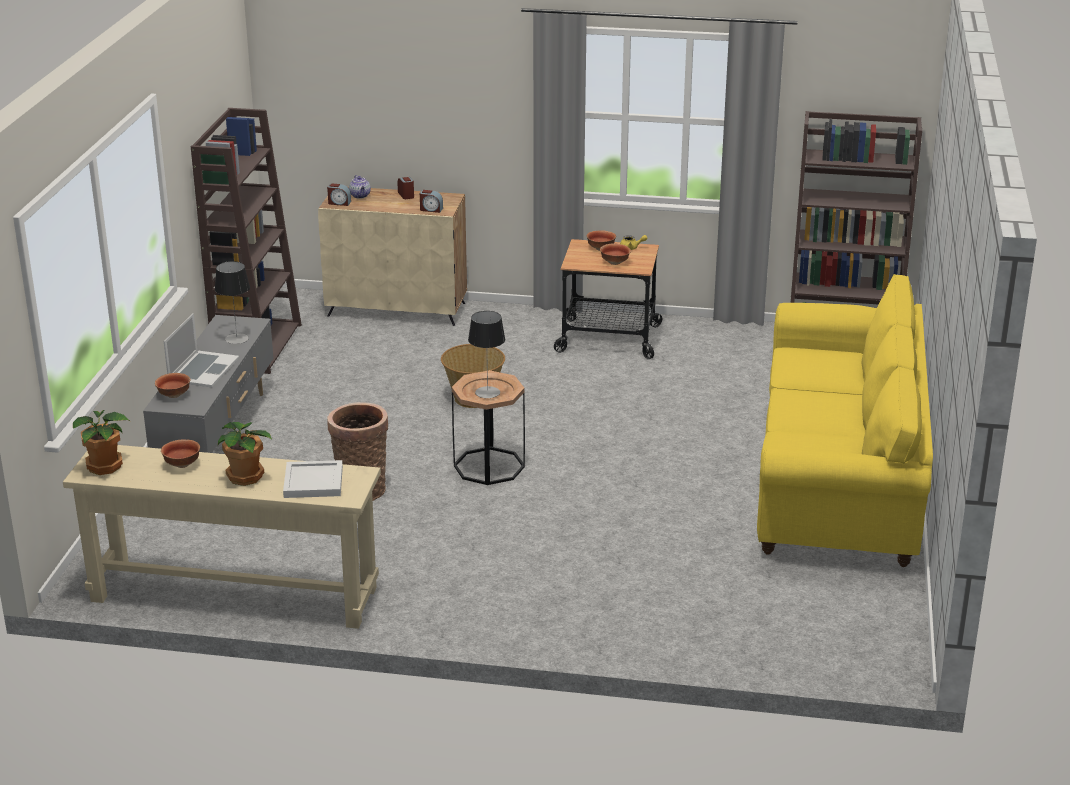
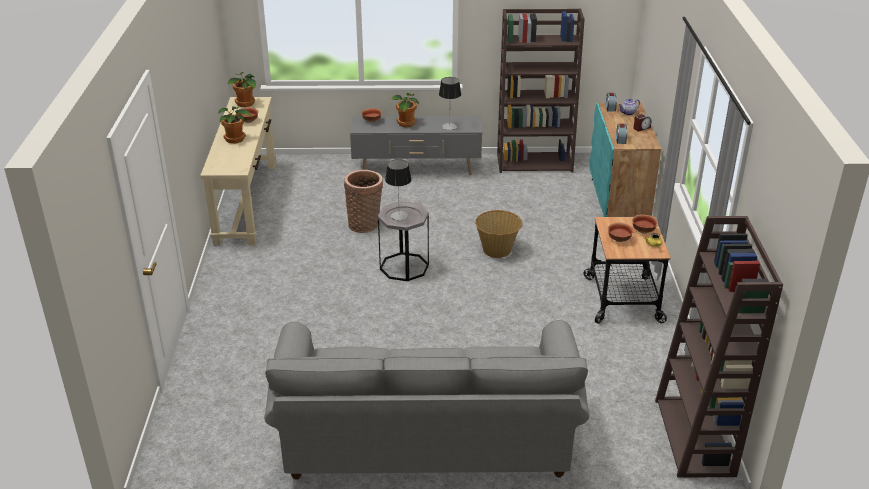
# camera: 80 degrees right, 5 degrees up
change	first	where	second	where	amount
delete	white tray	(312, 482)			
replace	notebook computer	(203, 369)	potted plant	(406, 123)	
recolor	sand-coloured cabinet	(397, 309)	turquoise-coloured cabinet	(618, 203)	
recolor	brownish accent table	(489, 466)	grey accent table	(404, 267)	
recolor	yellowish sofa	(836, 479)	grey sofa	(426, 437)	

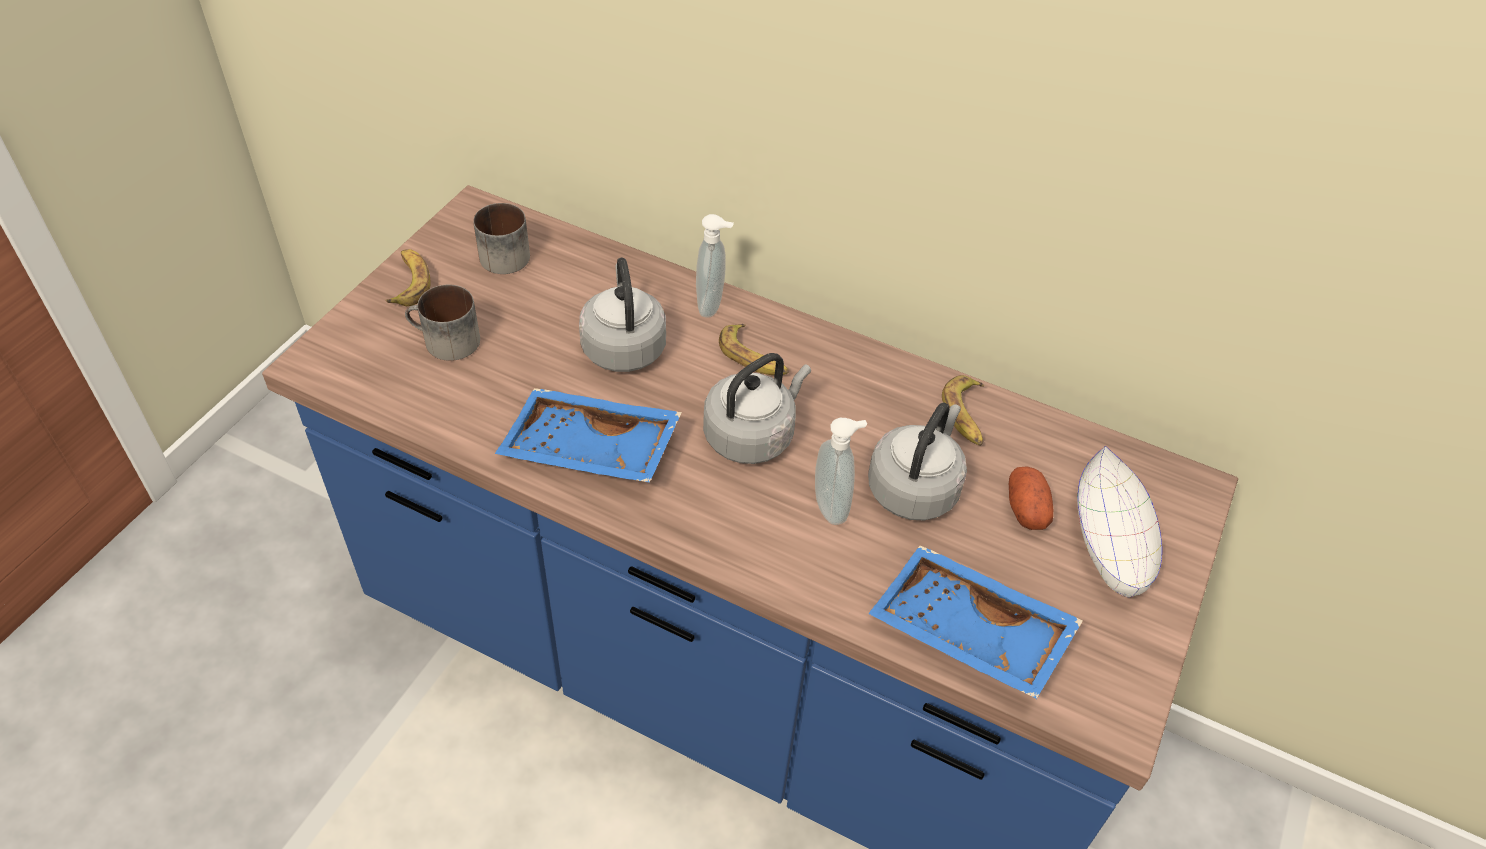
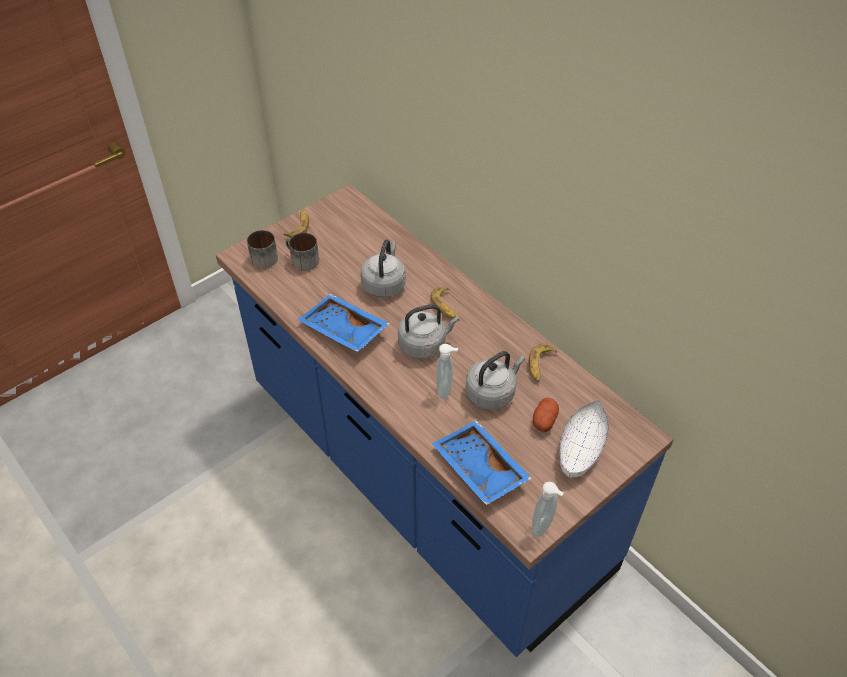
# camera: 25 degrees right, 0 degrees up
change	first	where	second	where	amount
move	mug	(498, 255)		(262, 256)	
move	soap dispenser	(712, 305)		(543, 526)	

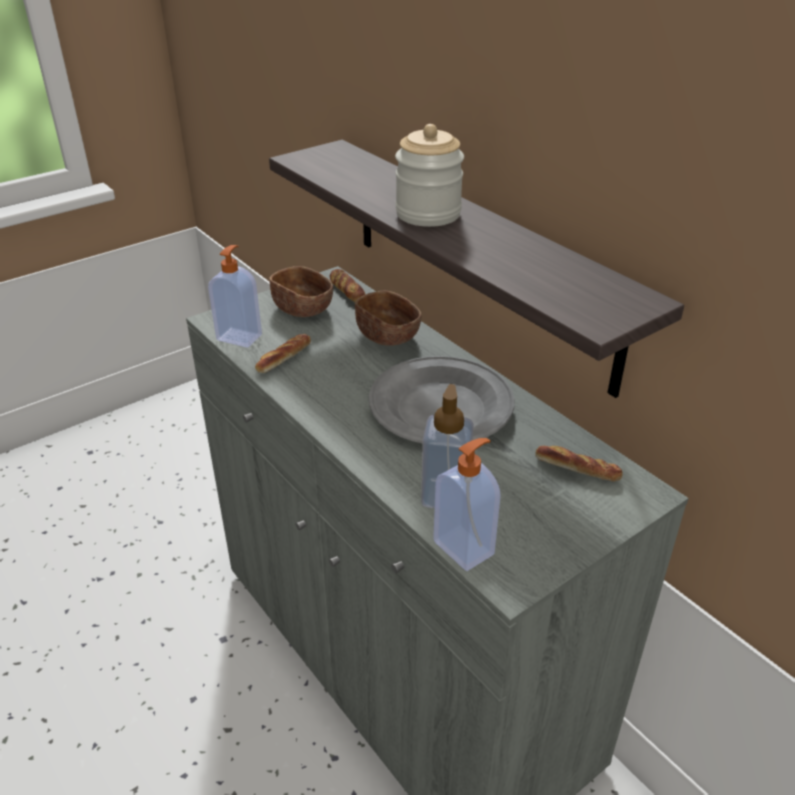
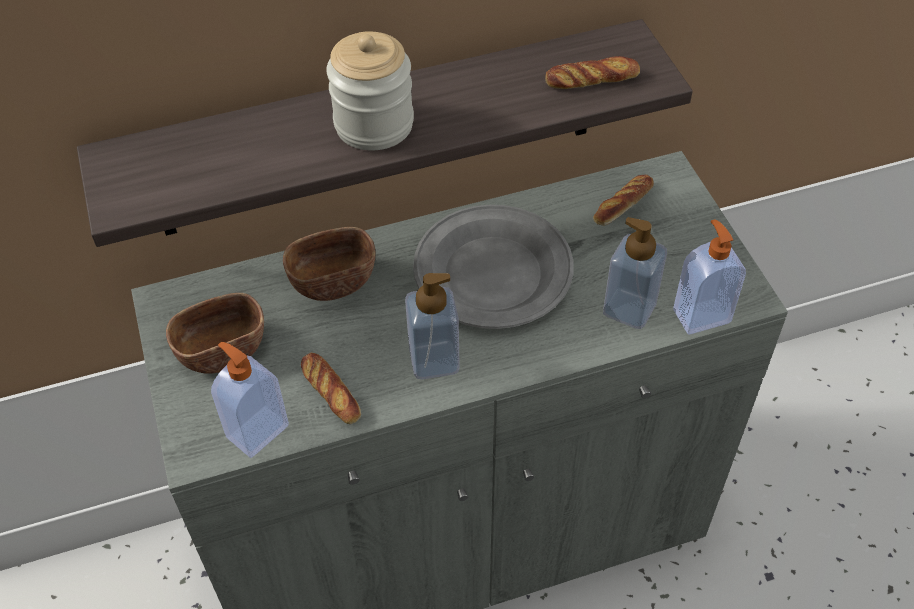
# camera: 70 degrees left, 15 degrees up
change	first	where	second	where	amount
insert			soap dispenser	(434, 360)	
move	baked bread	(347, 290)		(591, 79)	

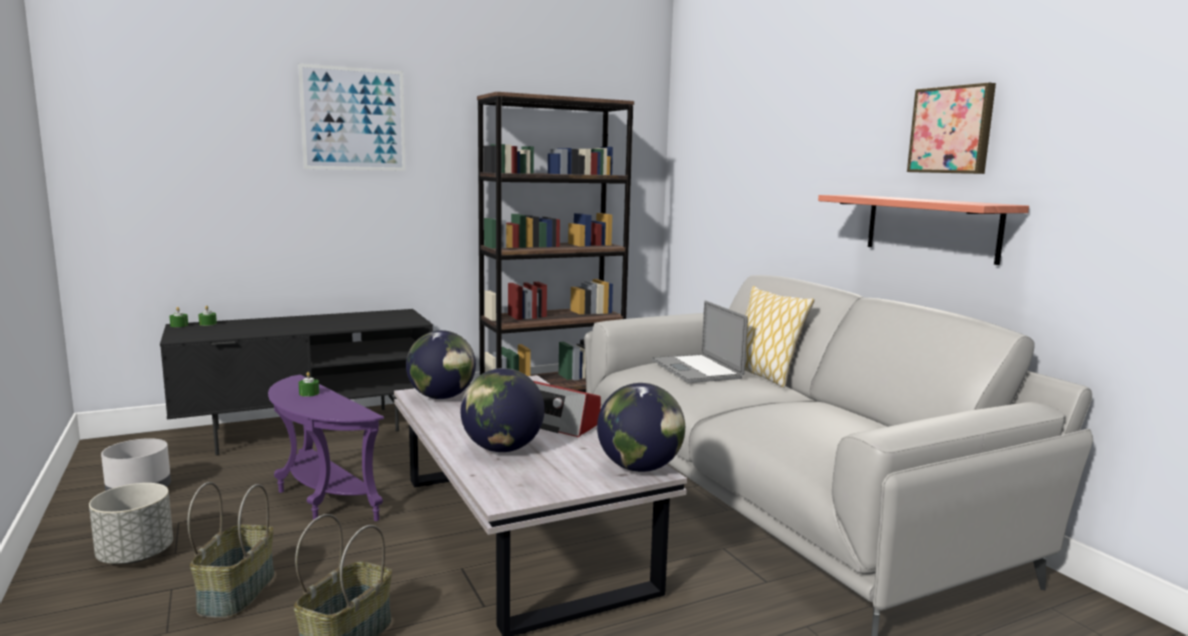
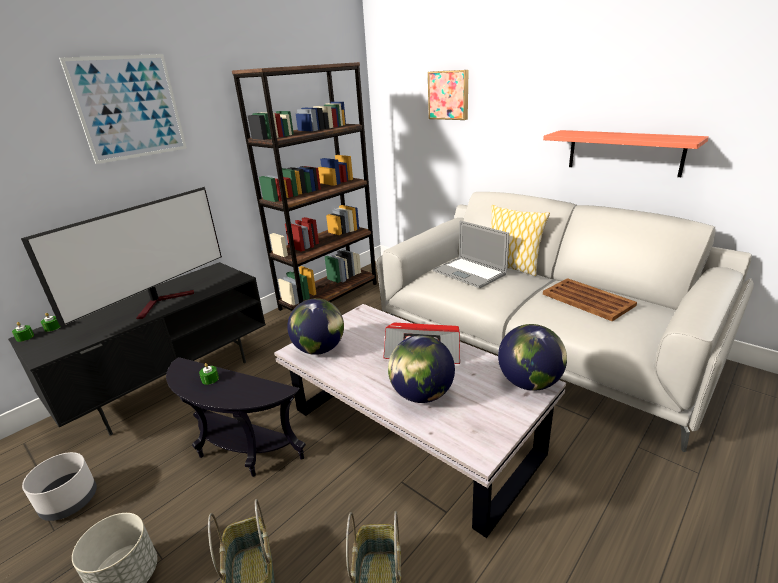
# camera: 20 degrees left, 15 degrees up
change	first	where	second	where	amount
insert			television	(162, 302)	
insert			brownish tray	(587, 299)	
move	picture	(952, 130)		(449, 95)	
recolor	purplish accent table	(320, 498)	blackish accent table	(239, 451)	

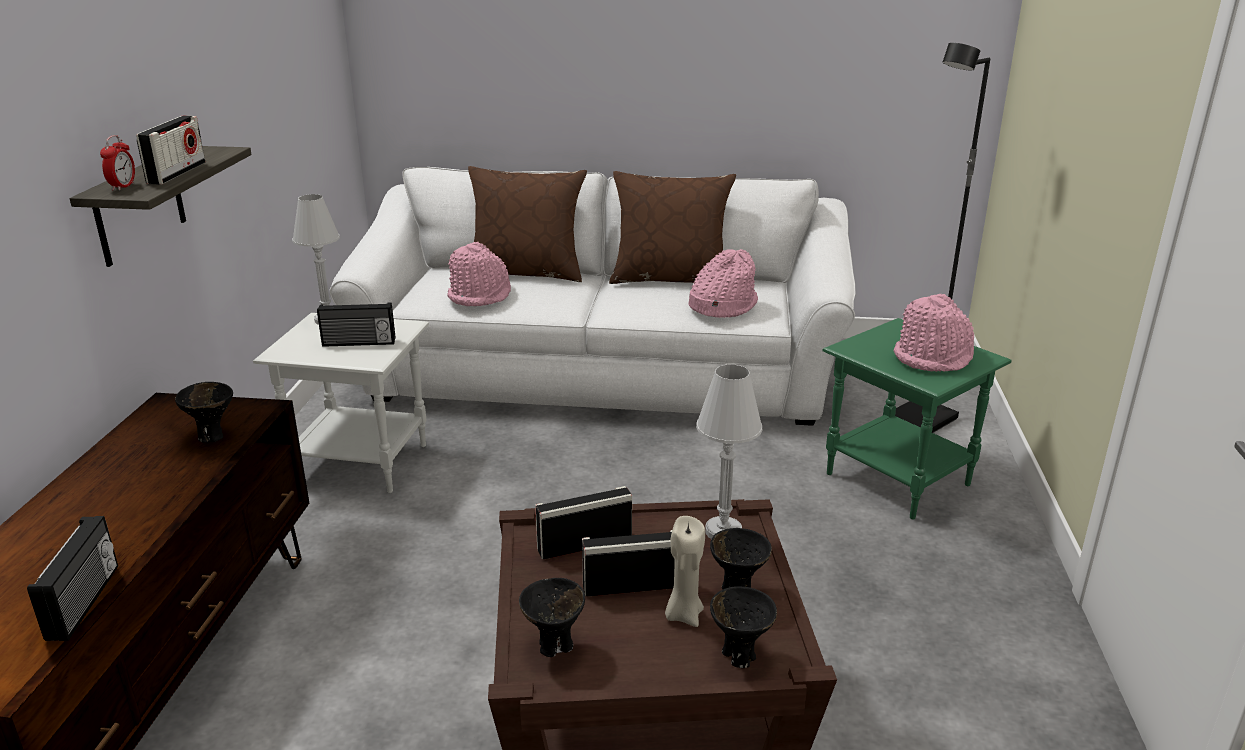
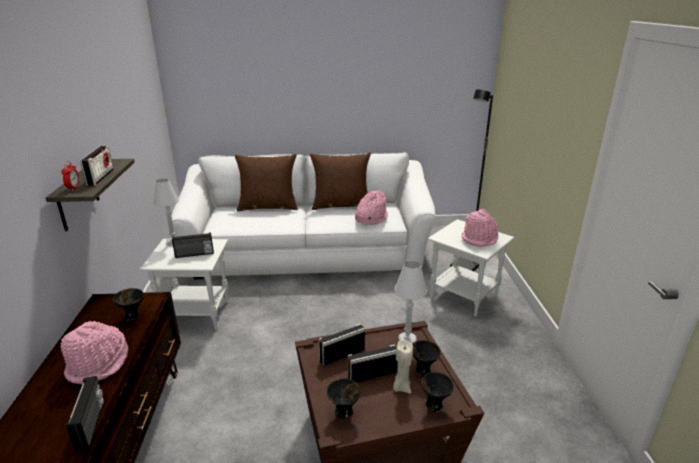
# camera: 10 degrees left, 0 degrees up
change	first	where	second	where	amount
move	pink clothing hat	(480, 296)		(99, 364)	
recolor	green accent table	(899, 480)	white accent table	(464, 297)	

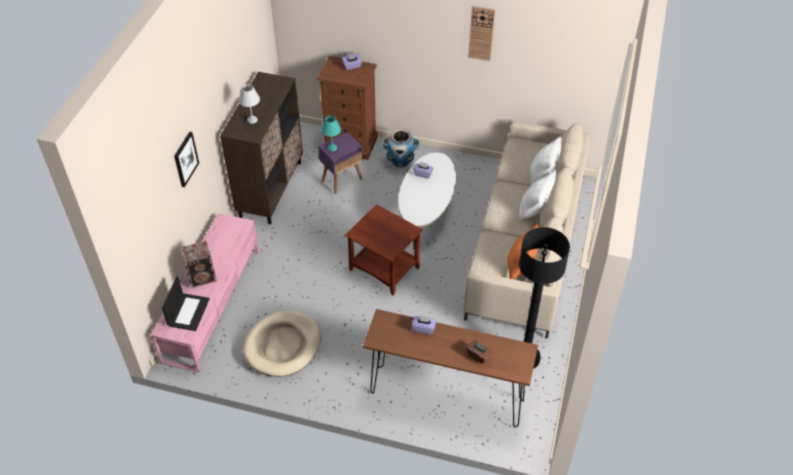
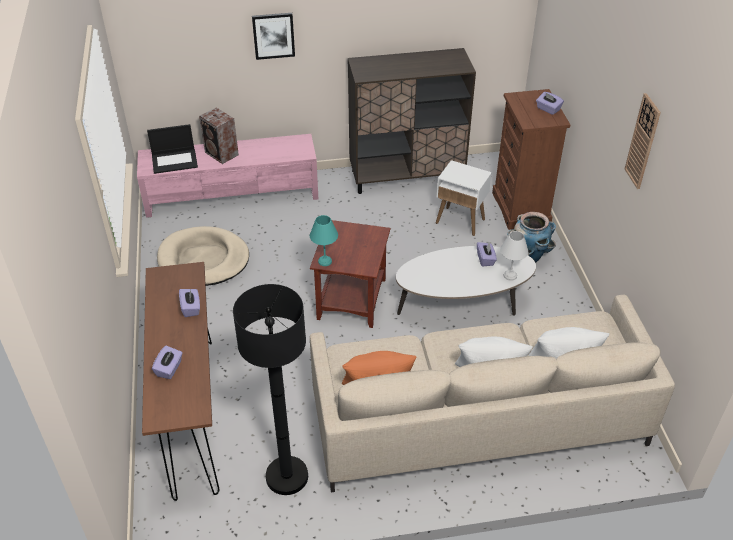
# camera: 65 degrees right, 5 degrees down
change	first	where	second	where	amount
move	white tabletop lamp	(251, 120)		(509, 275)	
move	turquoise-coloured tabletop lamp	(332, 147)		(325, 261)	
recolor	purplish accent table	(342, 180)	white accent table	(460, 221)	
recolor	brownish box of tissues	(478, 355)	purplish box of tissues	(169, 369)	

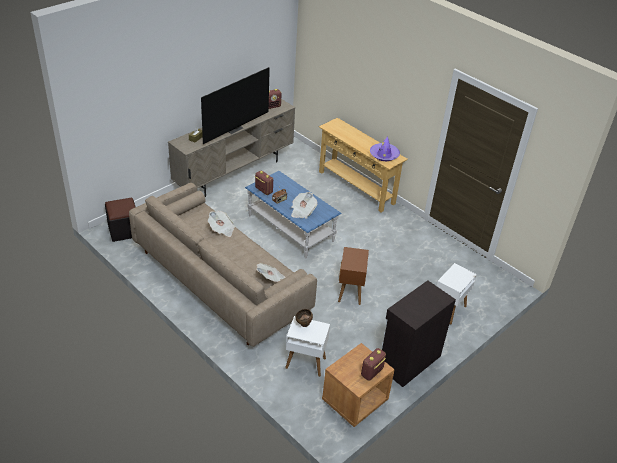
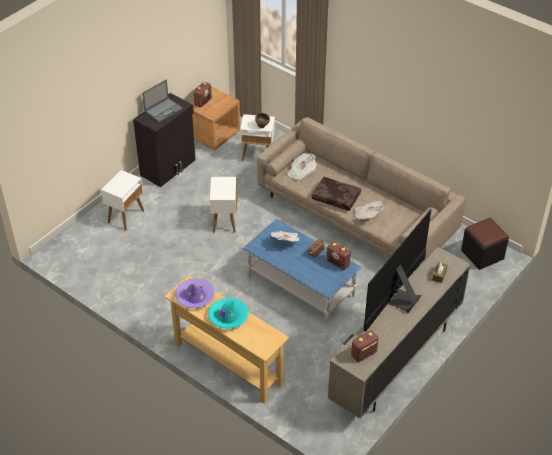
# camera: 175 degrees right, 5 degrees up
change	first	where	second	where	amount
insert			notebook computer	(163, 109)	
insert			turquoise-coloured clothing hat	(228, 316)	
insert			brownish throw pillow	(336, 197)	
recolor	brownish accent table	(350, 292)	white accent table	(224, 221)	

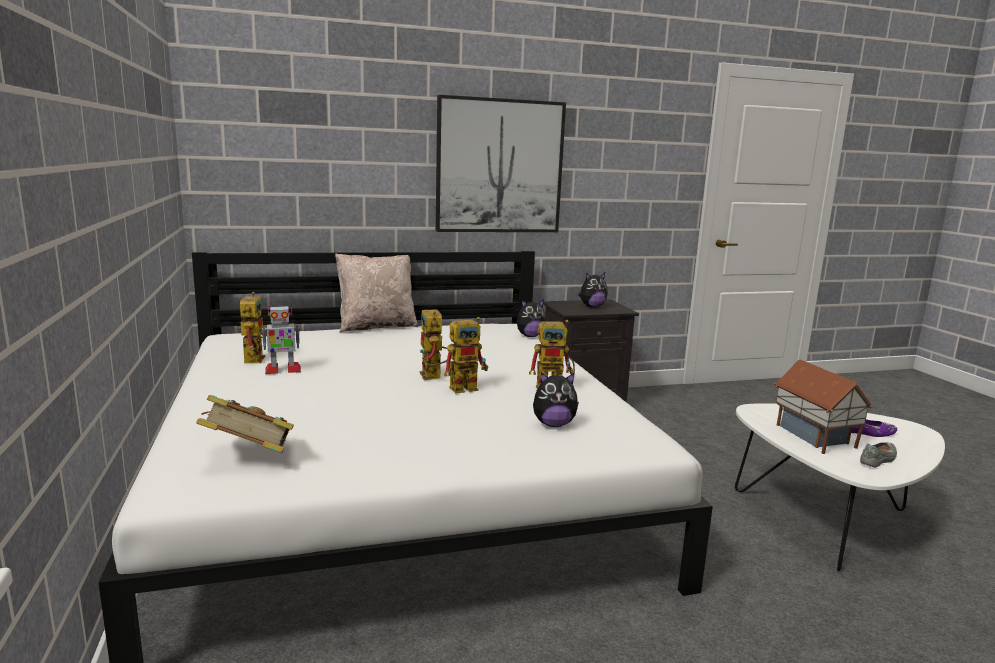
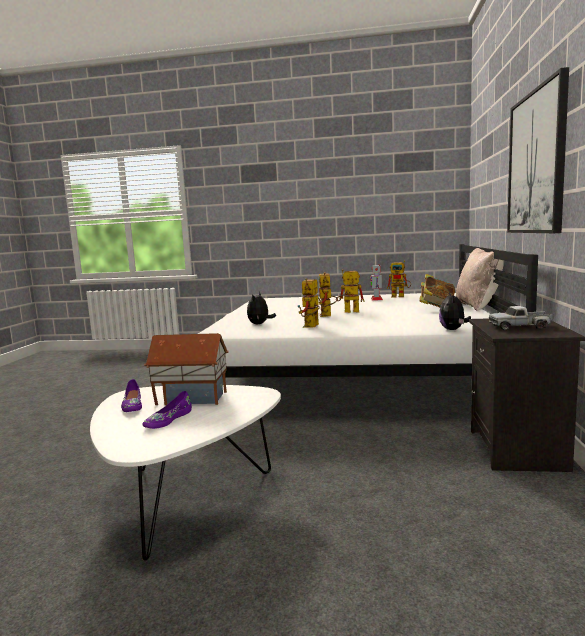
# camera: 115 degrees right, 5 degrees down
change	first	where	second	where	amount
move	volume	(249, 457)		(437, 308)	
replace	soft toy	(592, 307)	model truck	(520, 327)	
recolor	grey shoe	(878, 459)	purplish shoe	(132, 405)	

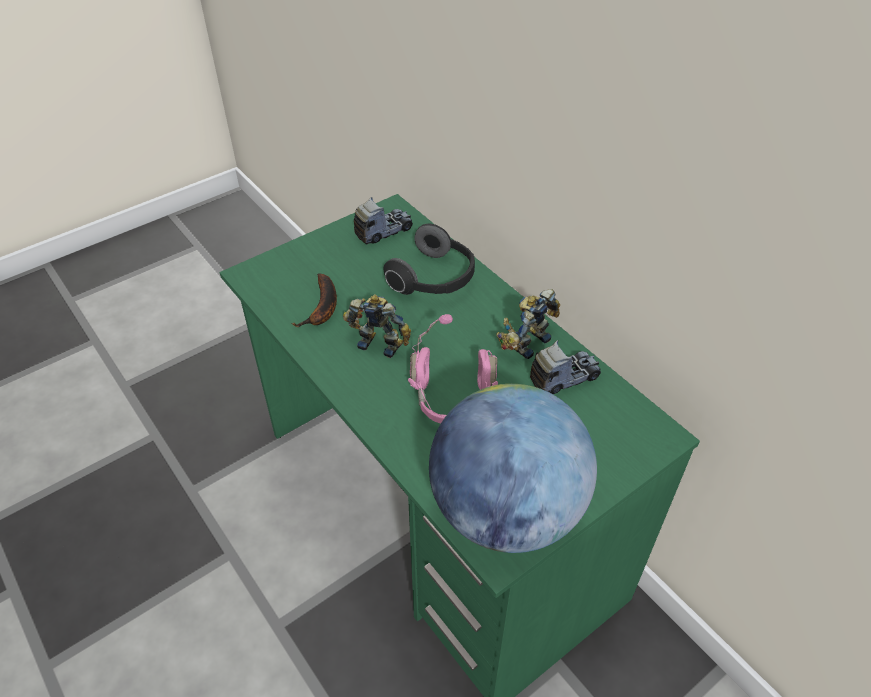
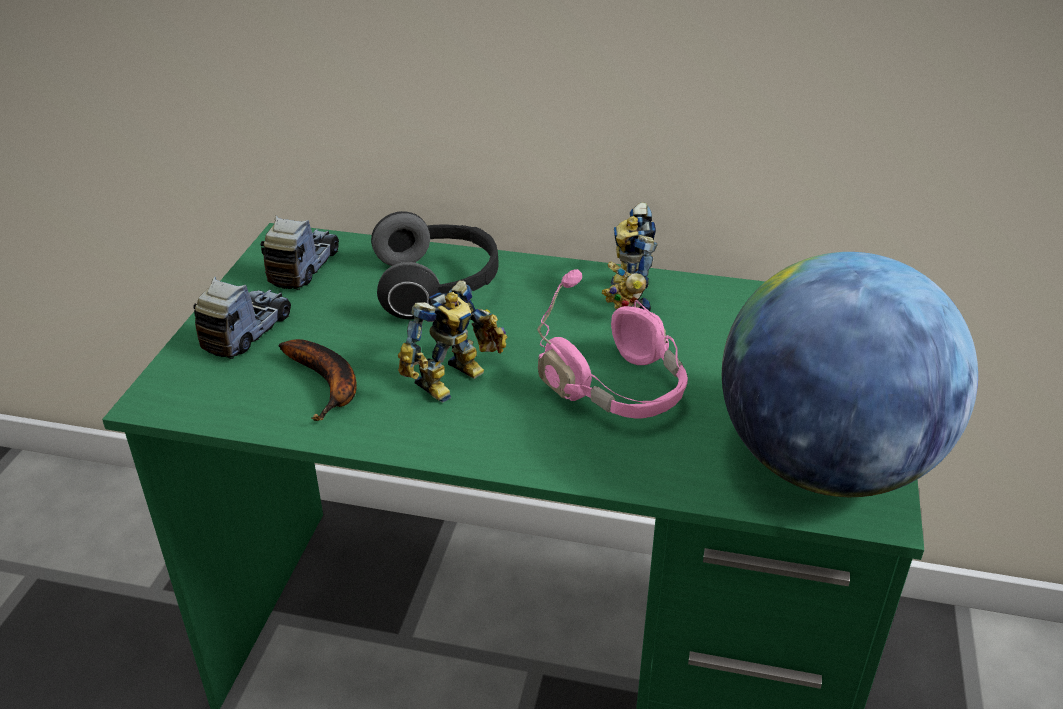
# camera: 40 degrees left, 10 degrees down
change	first	where	second	where	amount
move	model truck	(564, 378)		(246, 332)	
rotate	toy robot	(380, 342)		(455, 381)	150 degrees clockwise

